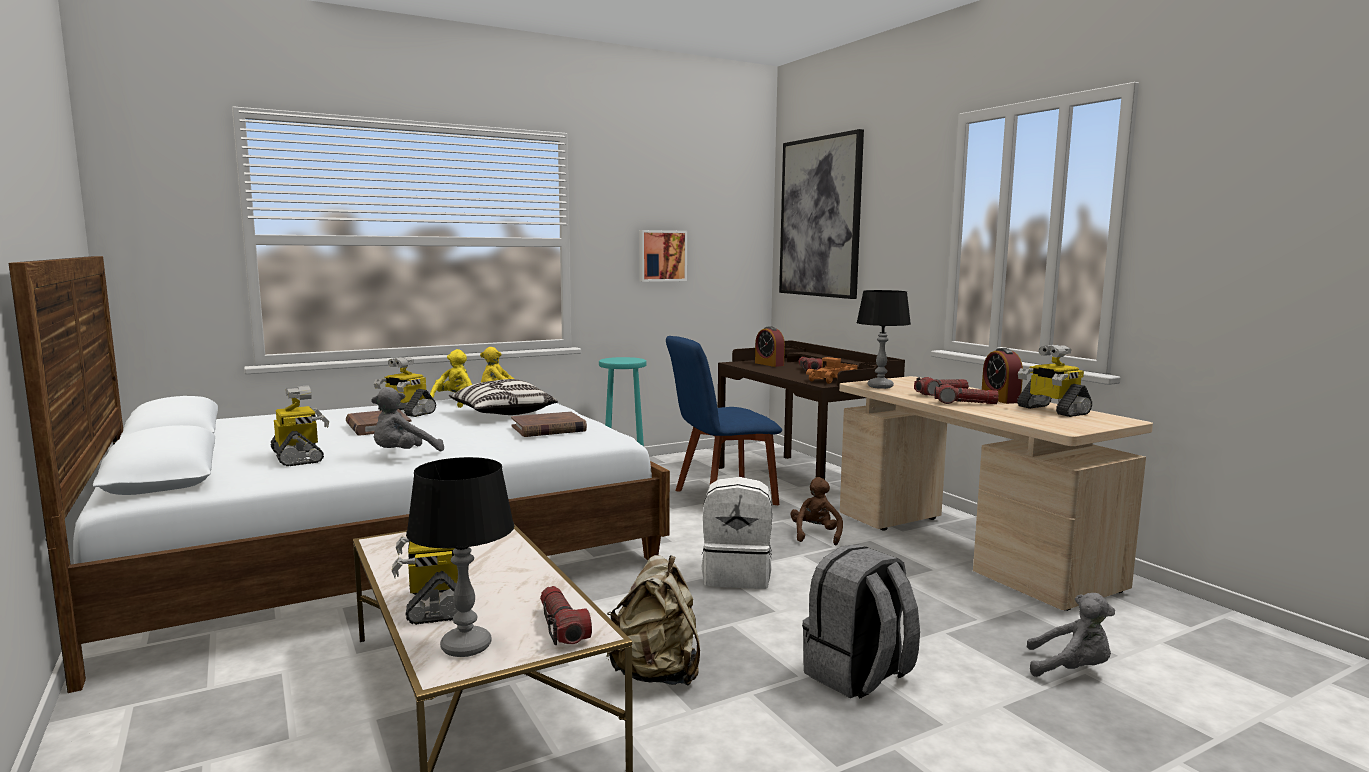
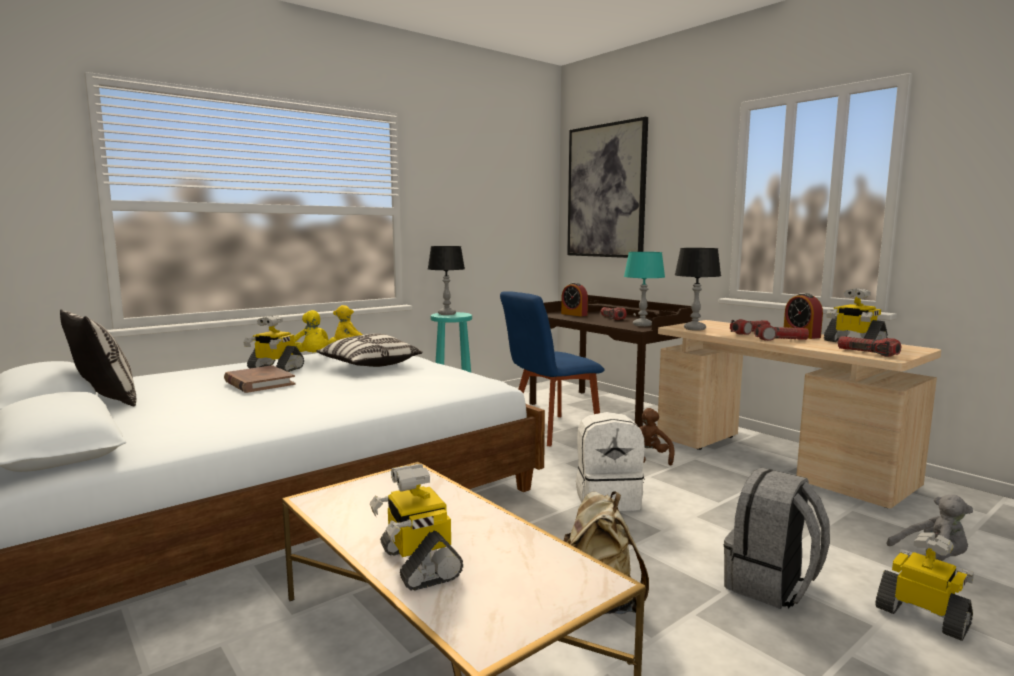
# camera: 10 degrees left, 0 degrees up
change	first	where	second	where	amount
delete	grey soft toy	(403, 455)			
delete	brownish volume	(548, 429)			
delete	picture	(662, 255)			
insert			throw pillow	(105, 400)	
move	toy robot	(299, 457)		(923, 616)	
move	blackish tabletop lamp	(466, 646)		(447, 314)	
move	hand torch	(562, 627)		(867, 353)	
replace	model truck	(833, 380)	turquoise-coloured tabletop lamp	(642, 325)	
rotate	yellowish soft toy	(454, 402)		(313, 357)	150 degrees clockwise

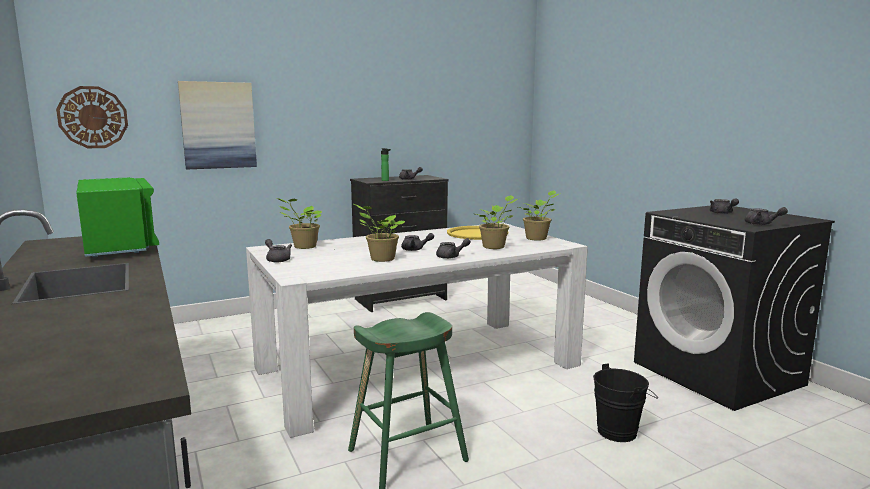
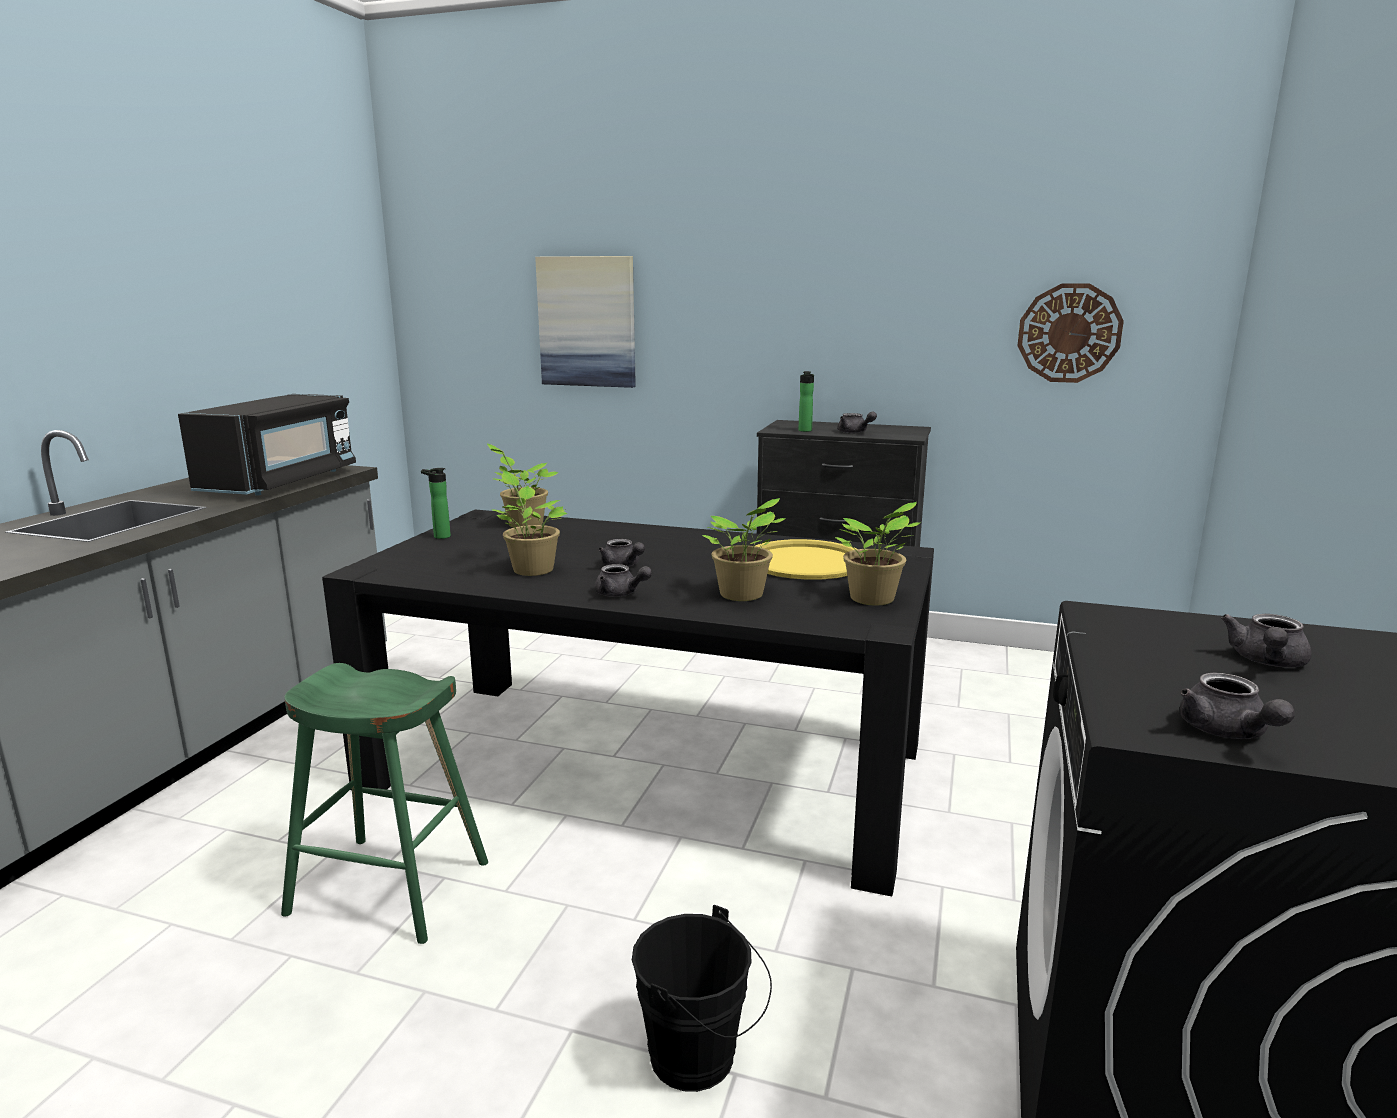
# camera: 45 degrees right, 5 degrees up
change	first	where	second	where	amount
move	clock on the wall	(93, 117)		(1069, 333)	
replace	grey teapot	(277, 259)	drink bottle	(439, 537)	
recolor	green kitchen microwave	(119, 245)	blackish kitchen microwave	(281, 482)	
recolor	white kitchen table	(418, 366)	blackish kitchen table	(647, 766)	

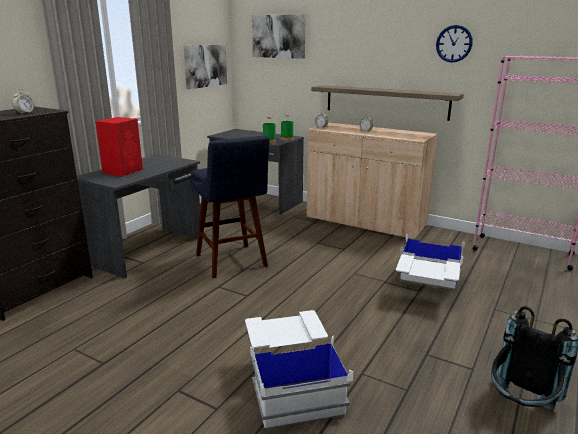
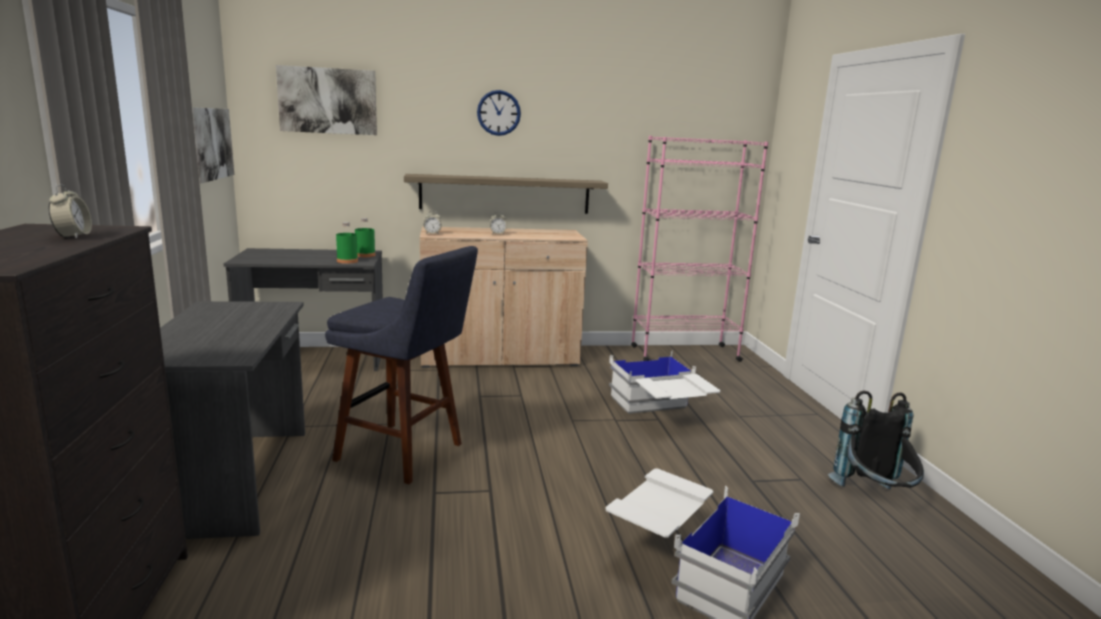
# camera: 40 degrees left, 5 degrees down
change	first	where	second	where	amount
delete	red speaker	(123, 171)			
move	clock on the wall	(454, 43)		(498, 113)	

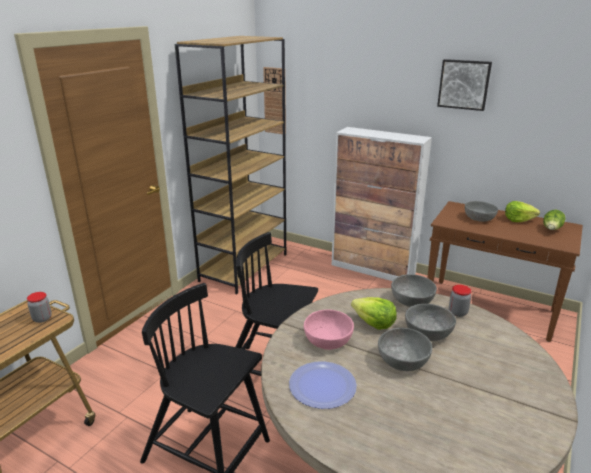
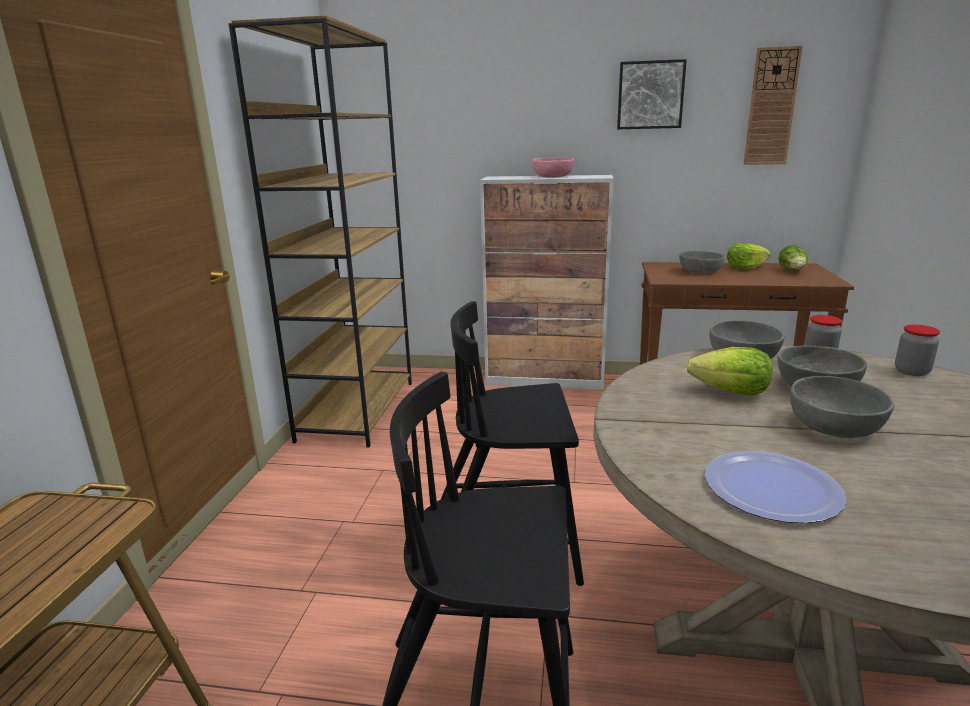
# camera: 20 degrees left, 5 degrees down
change	first	where	second	where	amount
move	jar	(42, 318)		(911, 371)	
move	clock on the wall	(275, 101)		(771, 107)	
move	pink serving bowl	(328, 340)		(553, 176)	

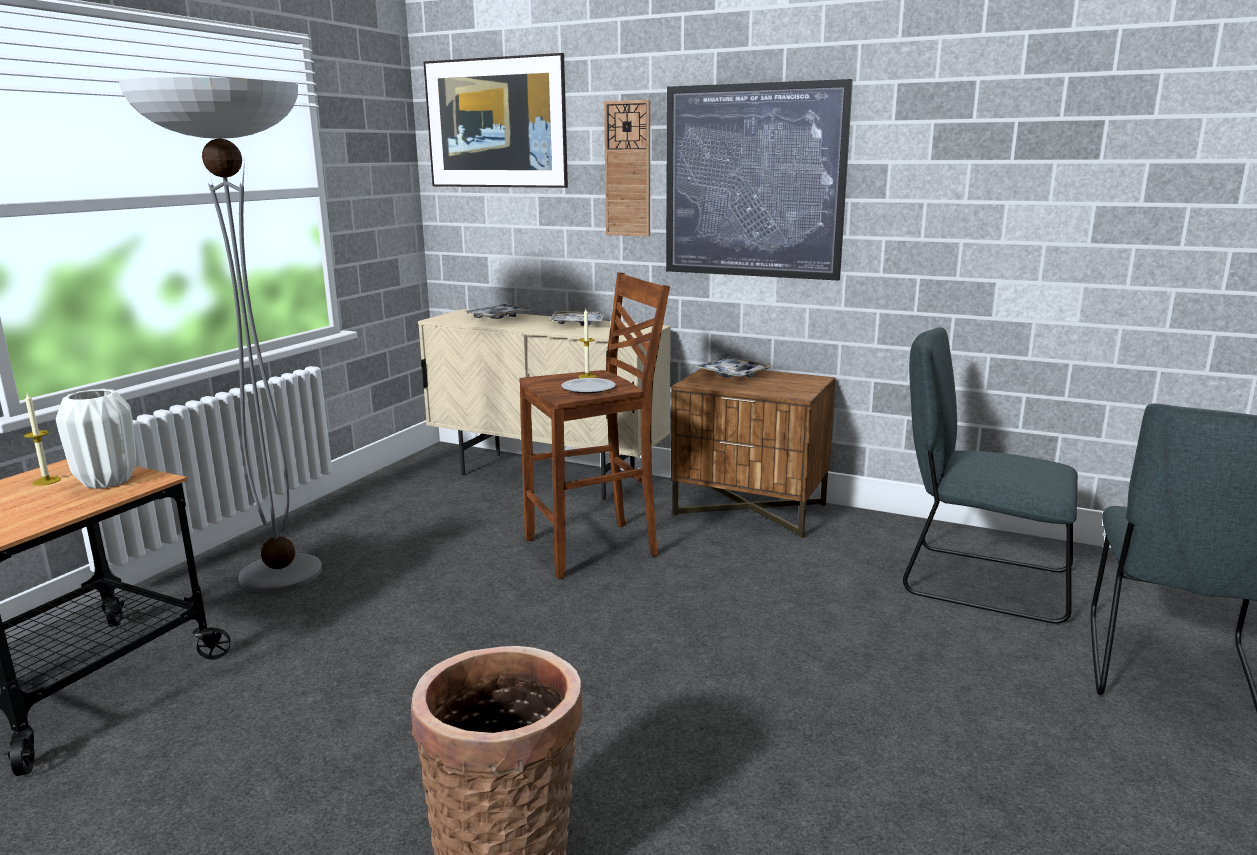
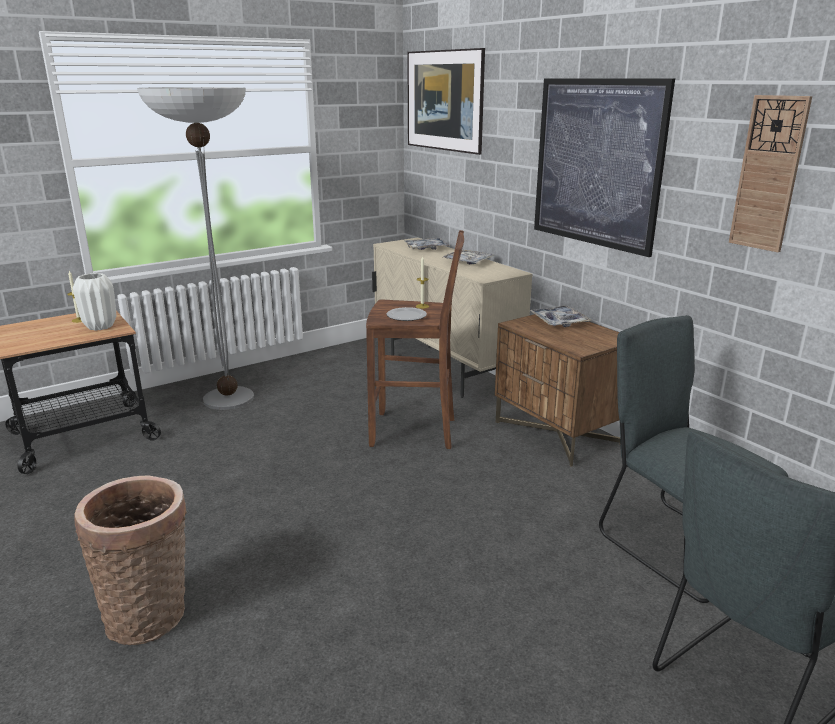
# camera: 30 degrees right, 5 degrees up
change	first	where	second	where	amount
move	clock on the wall	(628, 169)		(768, 174)	

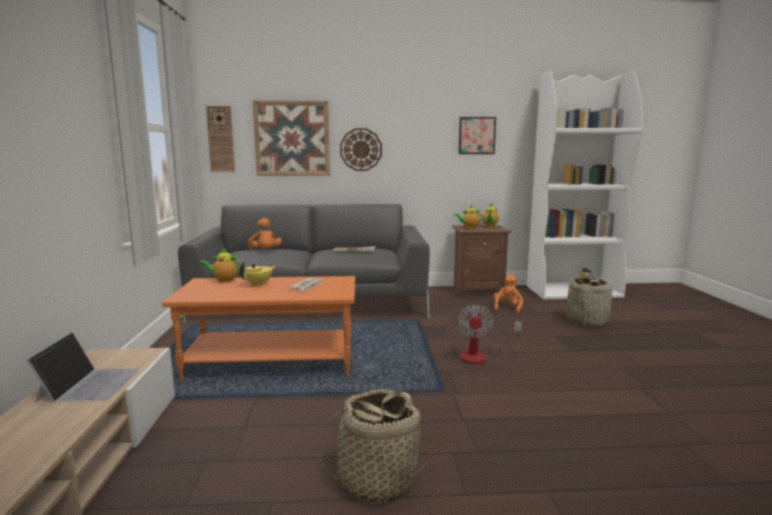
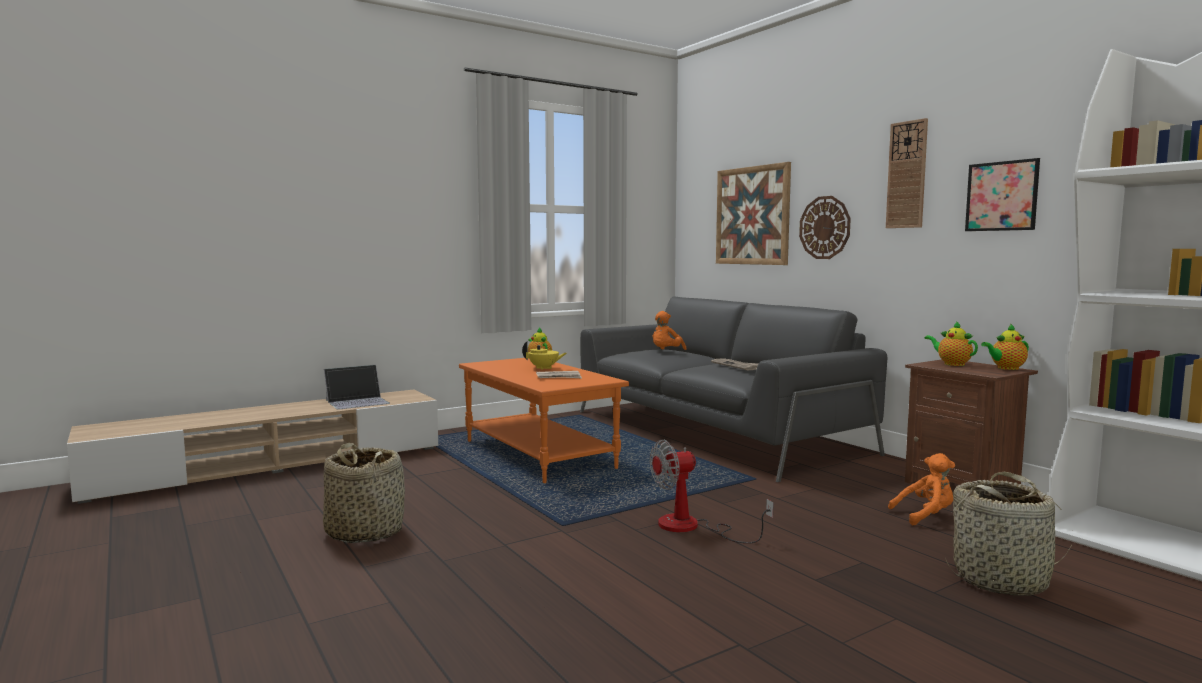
# camera: 60 degrees right, 5 degrees down
change	first	where	second	where	amount
move	clock on the wall	(220, 139)		(907, 175)	

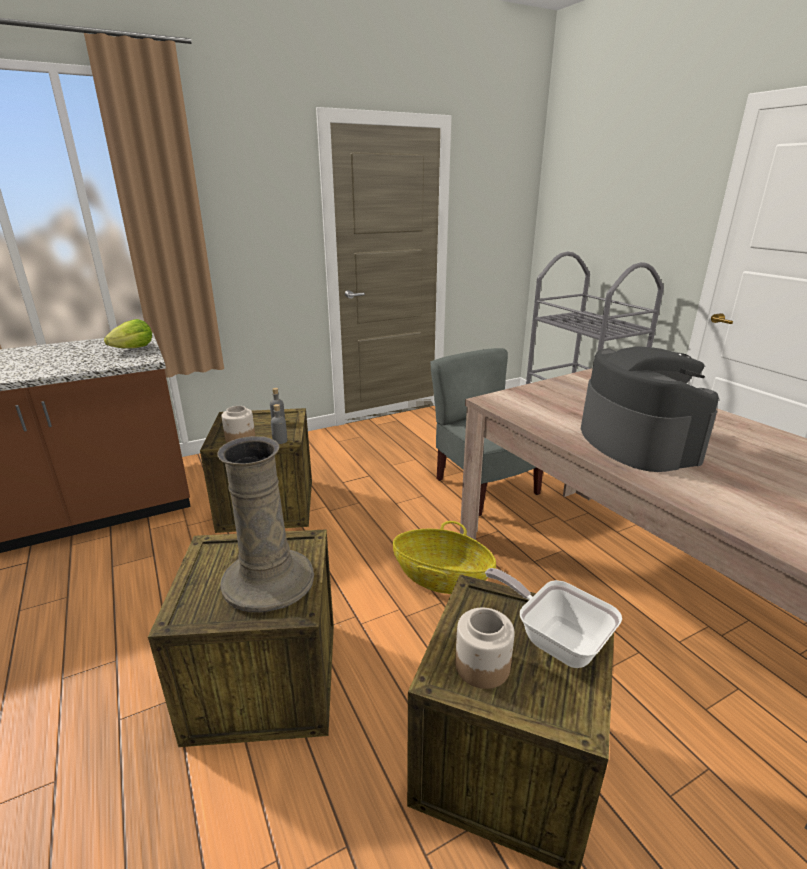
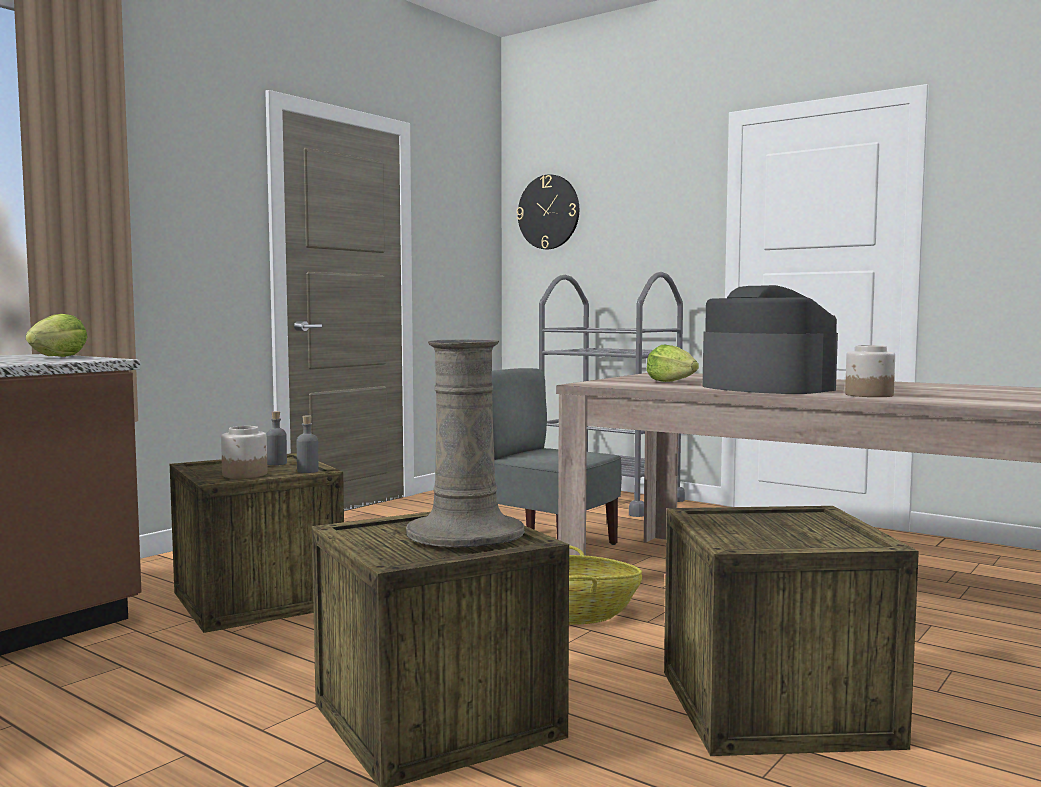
# camera: 25 degrees left, 20 degrees down
change	first	where	second	where	amount
delete	frying pan	(555, 639)			
insert			clock on the wall	(548, 212)	
insert			lettuce head	(671, 382)	
move	jar	(481, 666)		(869, 395)	

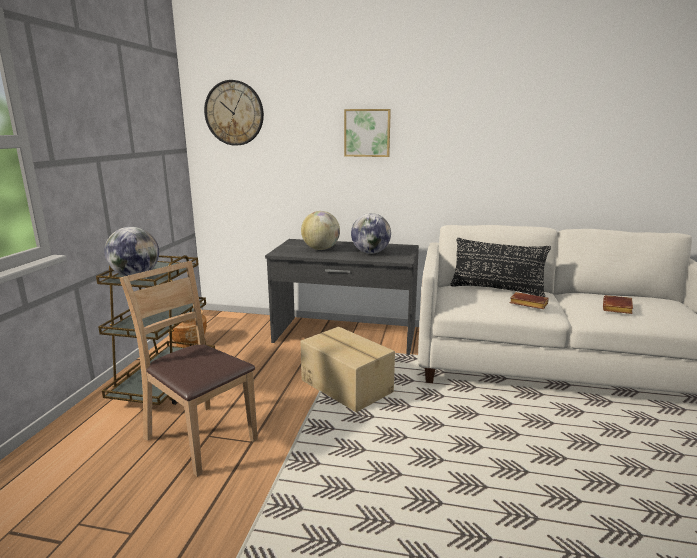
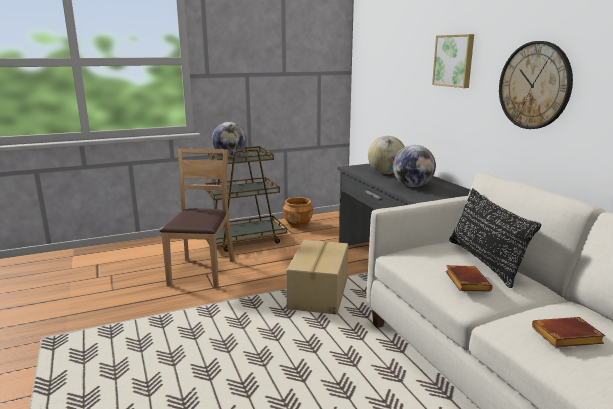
# camera: 55 degrees right, 0 degrees up
change	first	where	second	where	amount
move	clock on the wall	(234, 113)		(534, 85)	

